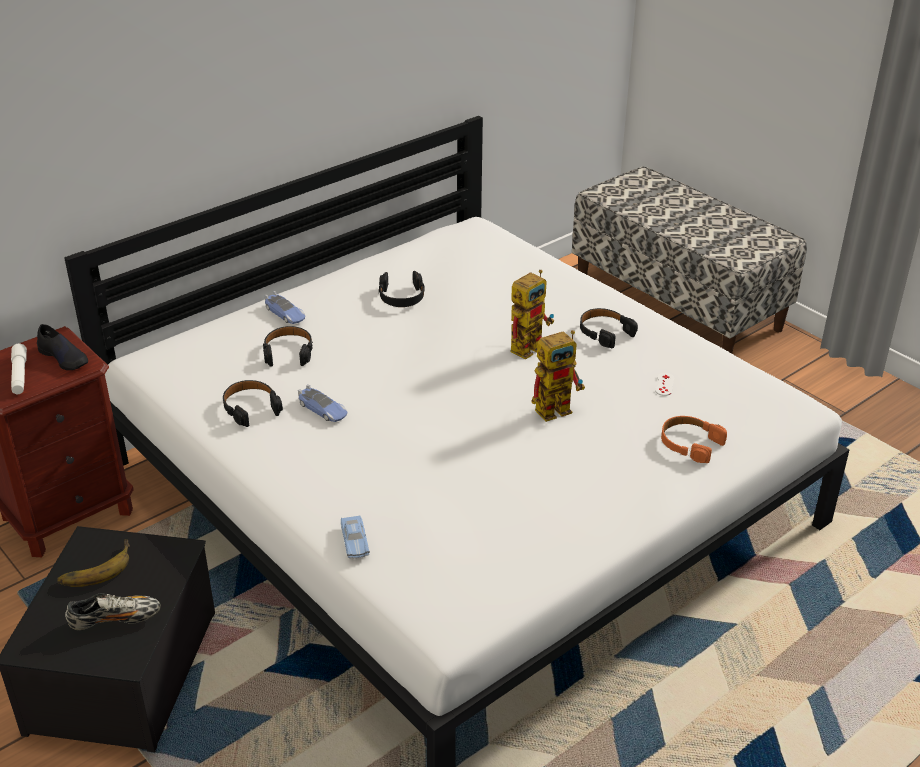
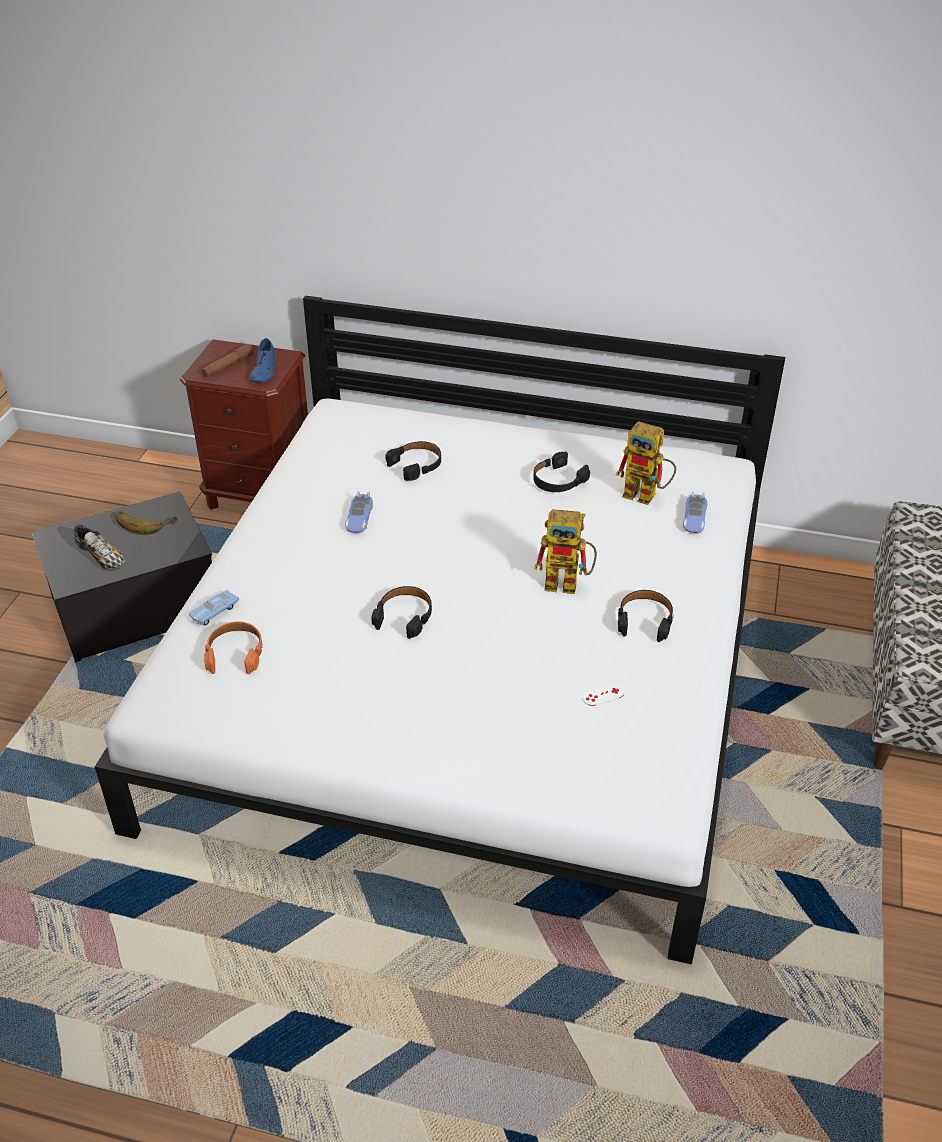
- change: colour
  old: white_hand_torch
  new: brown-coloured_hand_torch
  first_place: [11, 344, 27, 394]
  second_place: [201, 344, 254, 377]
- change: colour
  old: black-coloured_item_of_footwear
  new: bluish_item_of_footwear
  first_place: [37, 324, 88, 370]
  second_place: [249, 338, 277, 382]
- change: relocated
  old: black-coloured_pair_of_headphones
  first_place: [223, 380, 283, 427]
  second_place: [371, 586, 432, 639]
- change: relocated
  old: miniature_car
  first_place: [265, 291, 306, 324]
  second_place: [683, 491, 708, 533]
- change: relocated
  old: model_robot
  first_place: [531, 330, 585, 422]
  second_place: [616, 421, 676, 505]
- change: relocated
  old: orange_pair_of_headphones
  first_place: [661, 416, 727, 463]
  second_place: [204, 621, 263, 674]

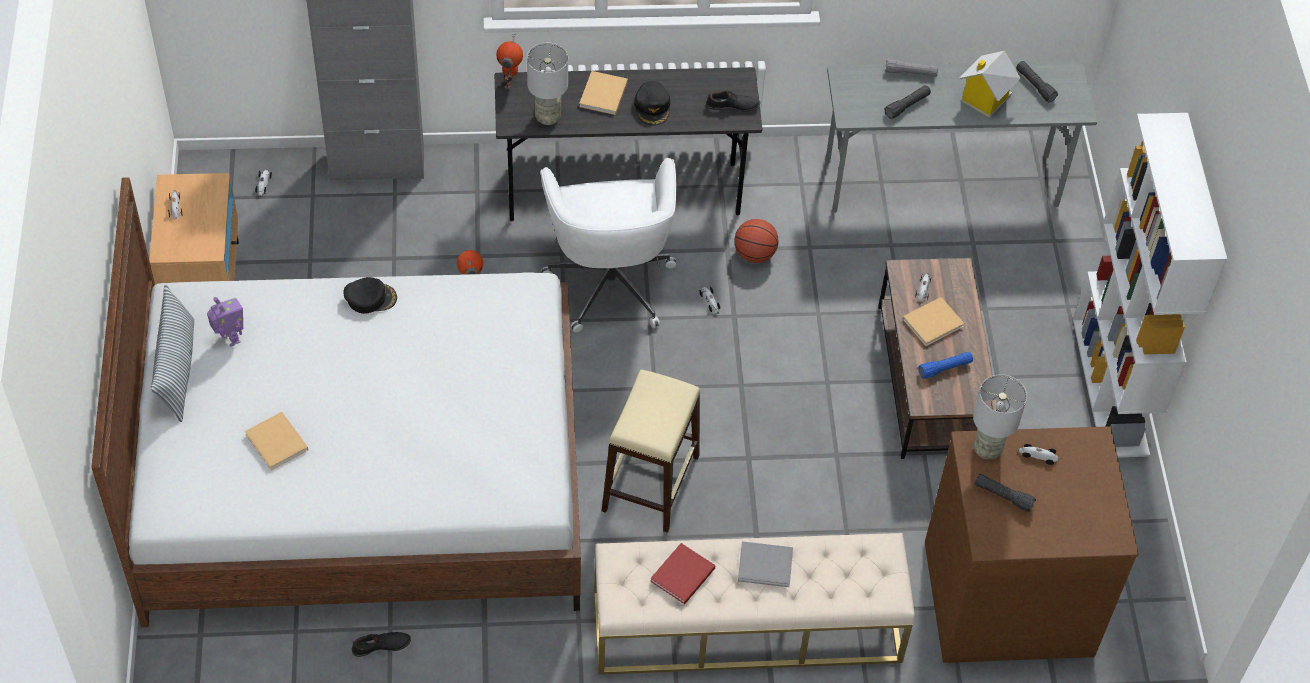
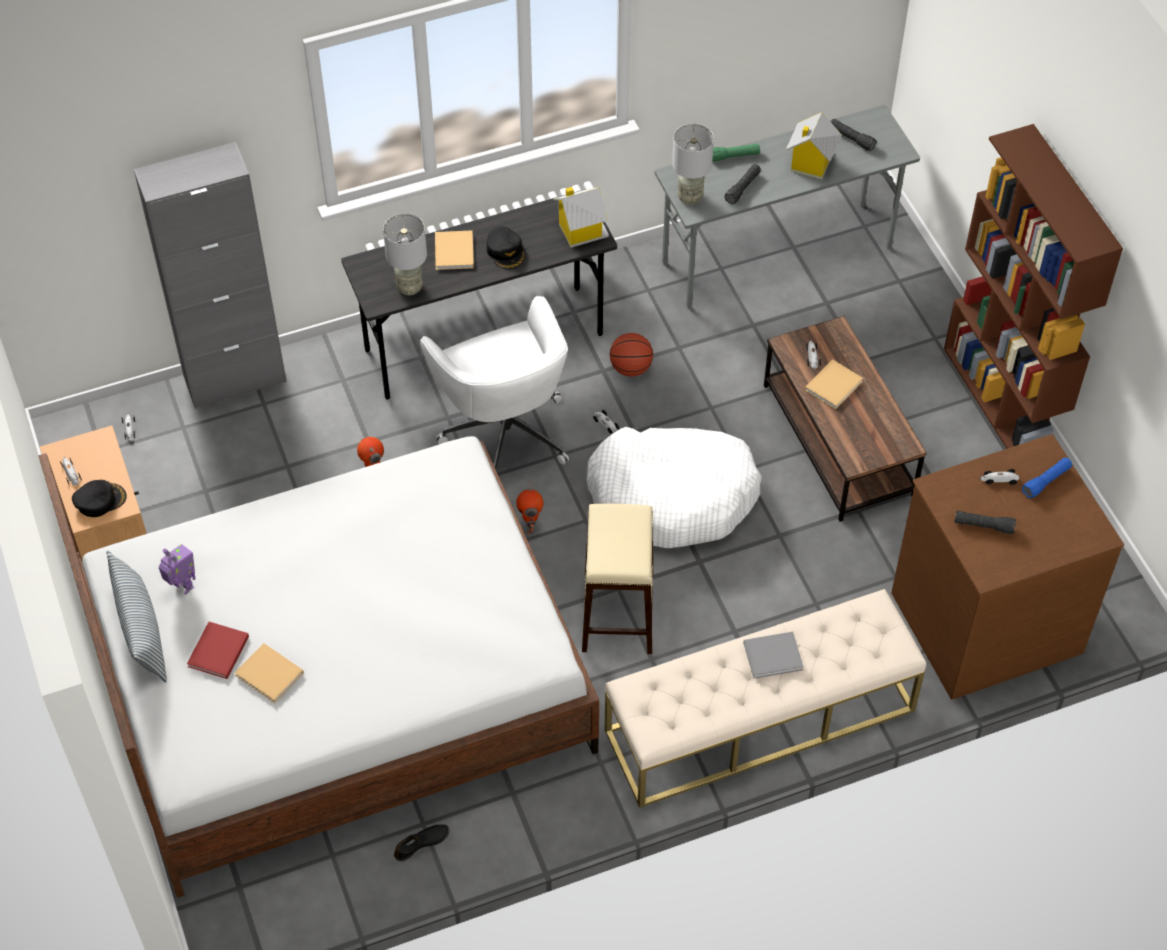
- change: relocated
  old: black-coloured_peaked_cap
  first_place: [344, 277, 397, 314]
  second_place: [72, 480, 127, 517]
- change: relocated
  old: model_robot
  first_place: [496, 33, 523, 89]
  second_place: [516, 481, 544, 535]
- change: relocated
  old: red-coloured_book
  first_place: [650, 543, 716, 604]
  second_place: [187, 622, 249, 679]
- change: exchanged
  old: black-coloured_item_of_footwear
  new: miniature_house
  first_place: [706, 91, 760, 112]
  second_place: [553, 187, 609, 248]
- change: colour
  old: greyish_hand_torch
  new: green_hand_torch
  first_place: [885, 58, 938, 77]
  second_place: [712, 143, 760, 162]
- change: relocated
  old: bluish_hand_torch
  first_place: [918, 352, 973, 379]
  second_place: [1022, 458, 1072, 498]
- change: relocated
  old: greyish_table_lamp
  first_place: [973, 374, 1027, 459]
  second_place: [672, 123, 714, 205]
- change: colour
  old: white_bookshelf
  new: brown-coloured_bookshelf
  first_place: [1073, 113, 1227, 458]
  second_place: [944, 124, 1123, 449]
- change: appeared
  new: white_dog_bed
  second_place: [586, 427, 762, 548]

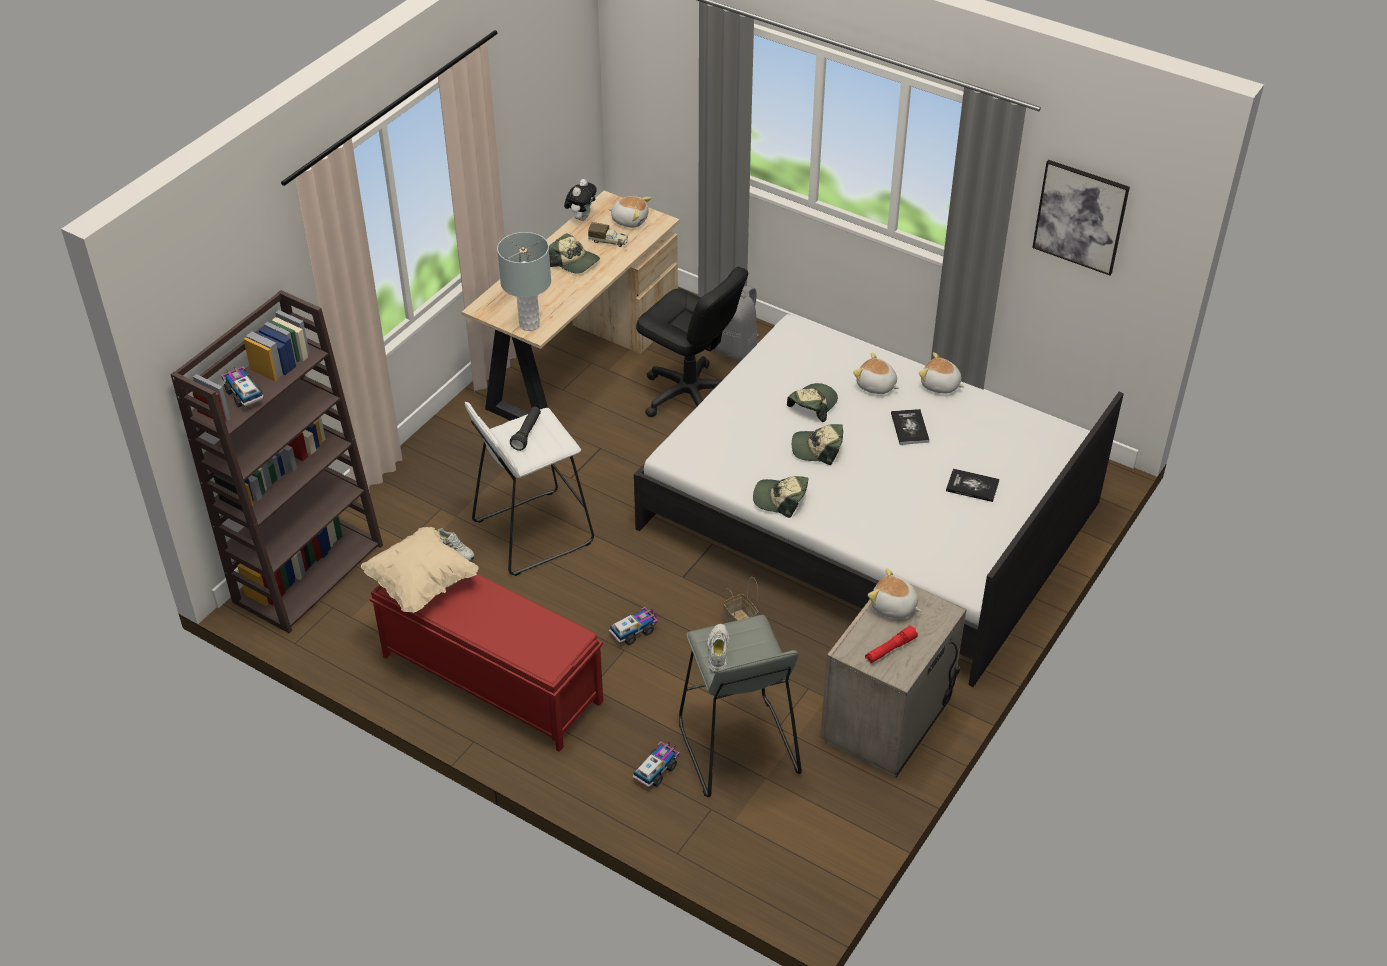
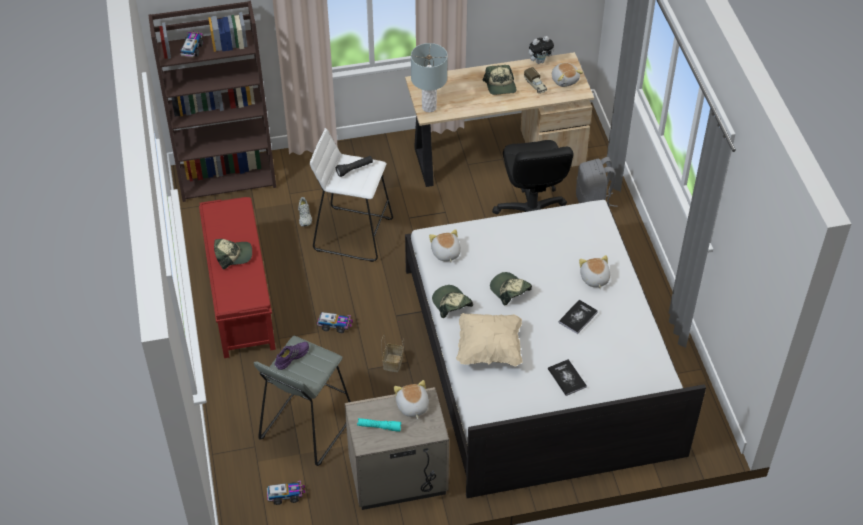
- change: relocated
  old: beige-coloured_pillow
  first_place: [361, 527, 479, 613]
  second_place: [456, 313, 522, 366]
- change: relocated
  old: toy_lorry
  first_place: [633, 741, 679, 788]
  second_place: [267, 481, 305, 505]
- change: colour
  old: white_item_of_footwear
  new: purple_item_of_footwear
  first_place: [707, 624, 729, 673]
  second_place: [274, 342, 309, 370]
- change: relocated
  old: peaked_cap
  first_place: [787, 383, 838, 422]
  second_place: [214, 239, 252, 270]
- change: colour
  old: red-coloured_hand_torch
  new: turquoise-coloured_hand_torch
  first_place: [865, 626, 918, 663]
  second_place: [357, 418, 401, 432]
- change: relocated
  old: plush_toy
  first_place: [919, 352, 965, 393]
  second_place: [429, 229, 461, 263]
- change: missing
  old: wall_picture
  first_place: [1032, 160, 1130, 276]

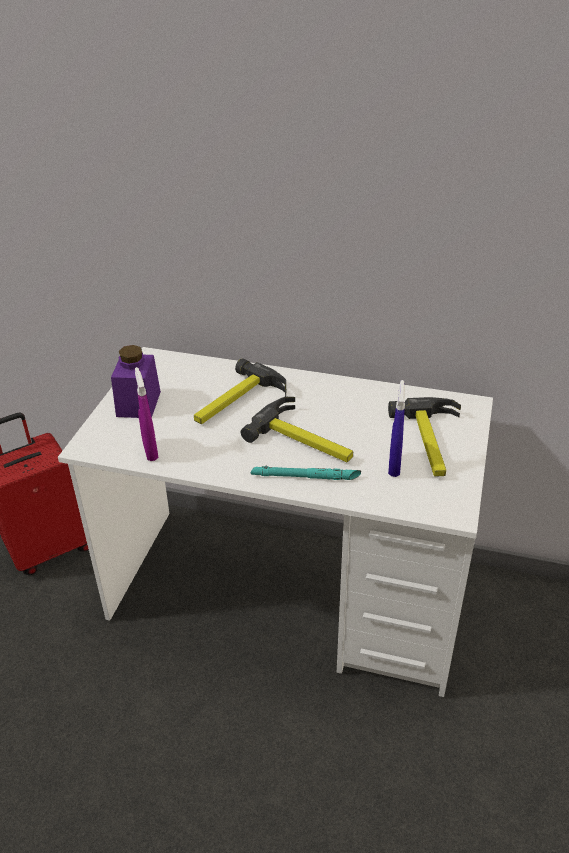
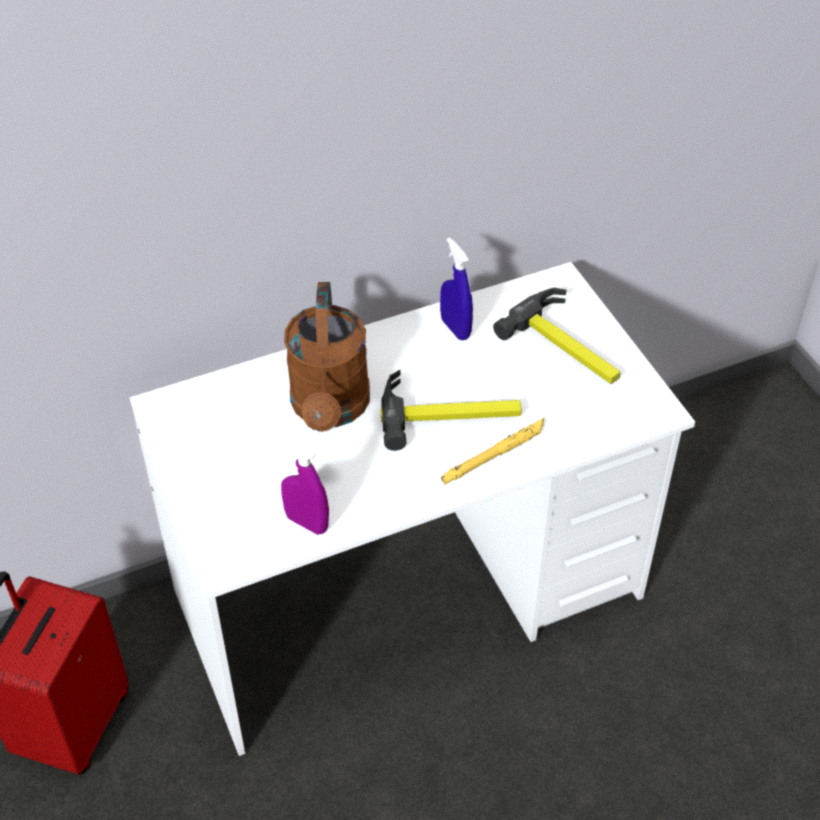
- change: missing
  old: purple_storage_jar
  first_place: [111, 345, 161, 418]
- change: exchanged
  old: hammer
  new: brown-coloured_watering_pot
  first_place: [194, 358, 286, 424]
  second_place: [284, 282, 370, 432]
- change: colour
  old: turquoise-coloured_hand_torch
  new: yellowish_hand_torch
  first_place: [251, 466, 361, 480]
  second_place: [441, 418, 544, 485]
- change: relocated
  old: bluish_spray_bottle
  first_place: [388, 380, 405, 477]
  second_place: [440, 237, 473, 340]

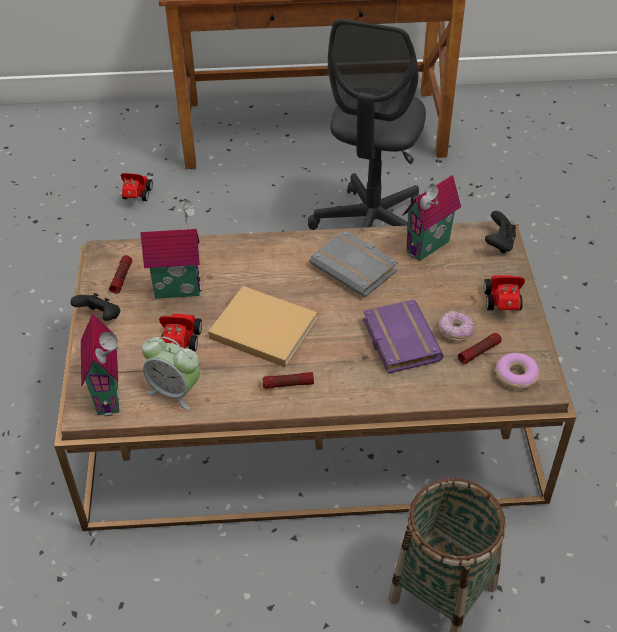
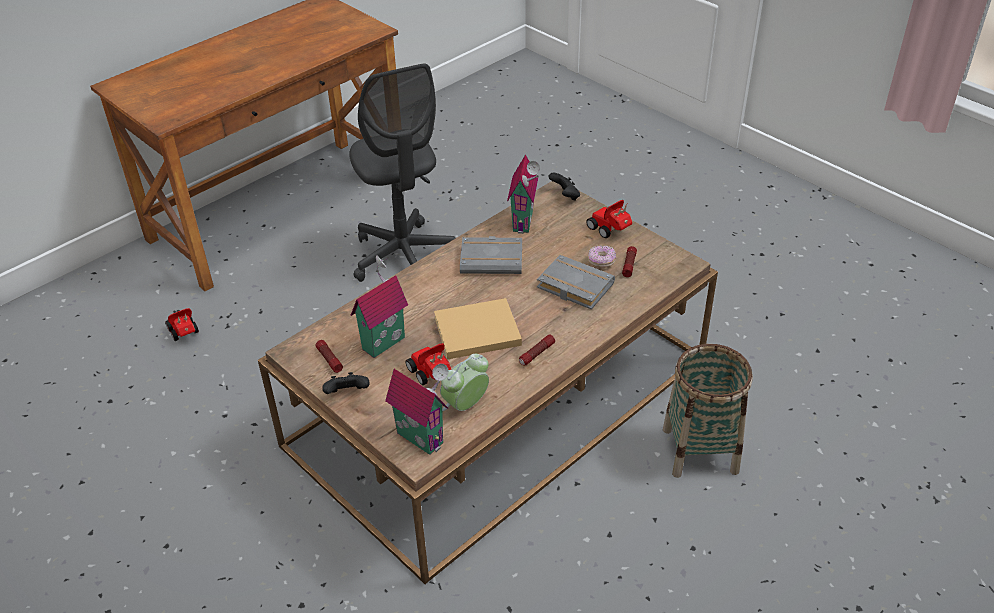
- change: spun
  old: table_clock
  first_place: [142, 337, 200, 410]
  second_place: [440, 354, 489, 412]
  degrees: 150
- change: colour
  old: purple_book
  new: greyish_book
  first_place: [363, 300, 444, 374]
  second_place: [537, 255, 615, 310]
- change: missing
  old: doughnut
  first_place: [495, 353, 540, 390]

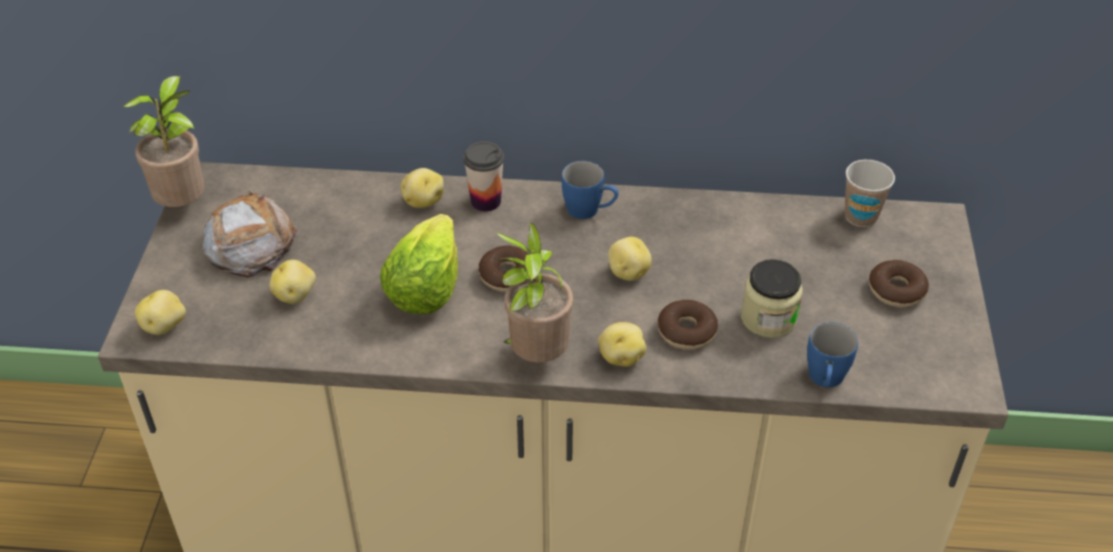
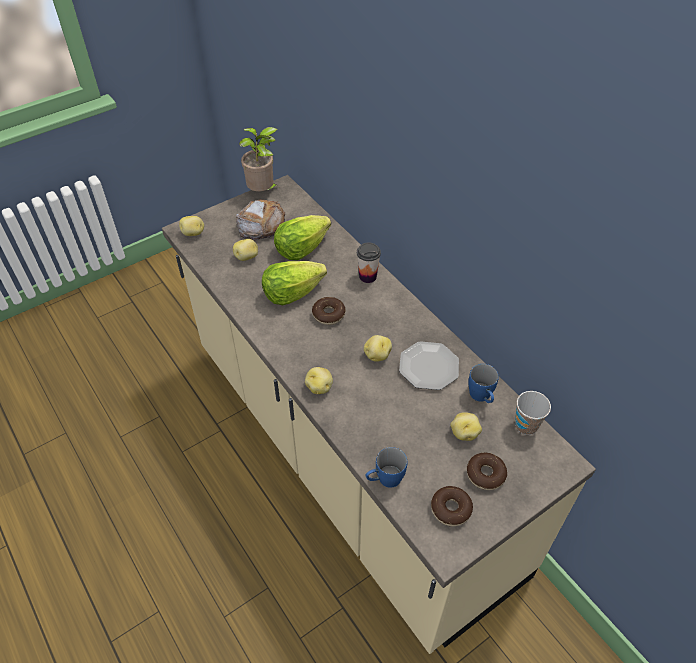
- change: relocated
  old: whole_potato
  first_place: [401, 168, 444, 208]
  second_place: [450, 412, 482, 441]
- change: missing
  old: potted_plant
  first_place: [496, 222, 573, 362]
- change: relocated
  old: bluish_tea_mug
  first_place: [562, 161, 619, 219]
  second_place: [468, 364, 499, 403]
- change: relocated
  old: doughnut
  first_place: [658, 300, 718, 350]
  second_place: [431, 486, 473, 526]
- change: missing
  old: storage_jar
  first_place: [741, 259, 803, 338]
- change: appeared
  new: head_of_lettuce
  second_place: [274, 215, 331, 260]
- change: appeared
  new: plate
  second_place: [399, 341, 459, 390]

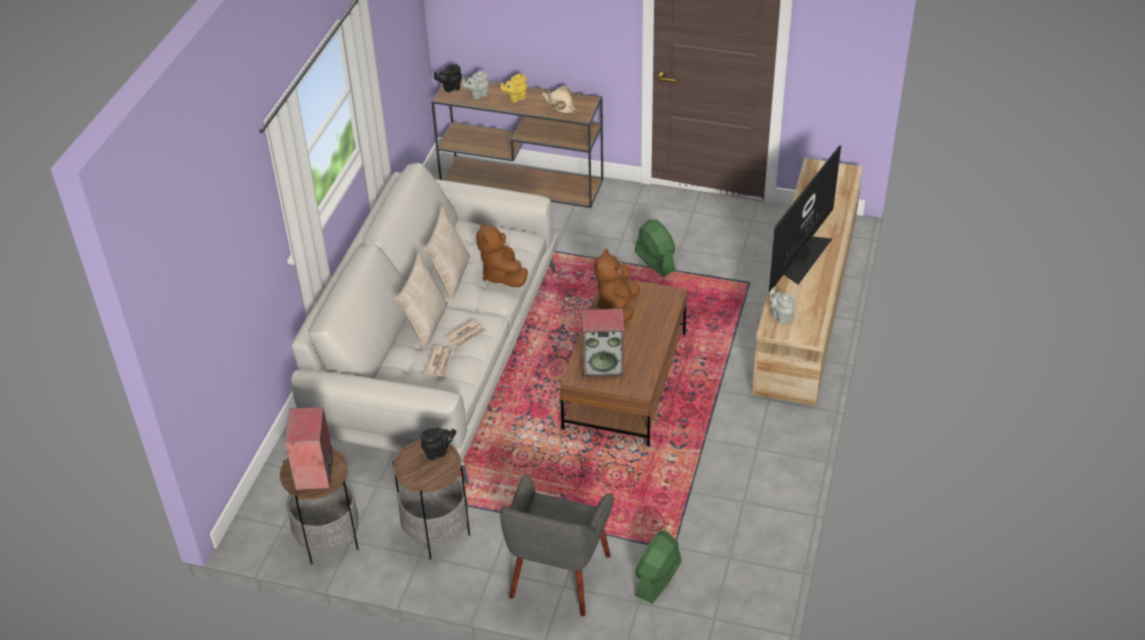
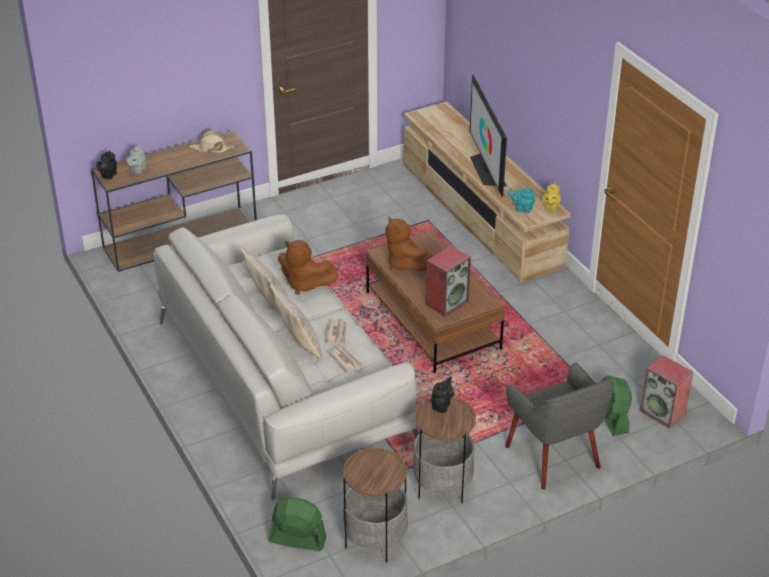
- change: relocated
  old: audio_speaker
  first_place: [285, 407, 333, 490]
  second_place: [640, 355, 693, 428]
- change: relocated
  old: yellowish_pot_for_tea
  first_place: [501, 73, 527, 103]
  second_place: [542, 183, 561, 212]
- change: relocated
  old: green_fan
  first_place: [635, 220, 676, 277]
  second_place: [268, 497, 326, 551]
- change: colour
  old: greyish_pot_for_tea
  new: turquoise-coloured_pot_for_tea
  first_place: [770, 287, 794, 323]
  second_place: [508, 188, 535, 213]

